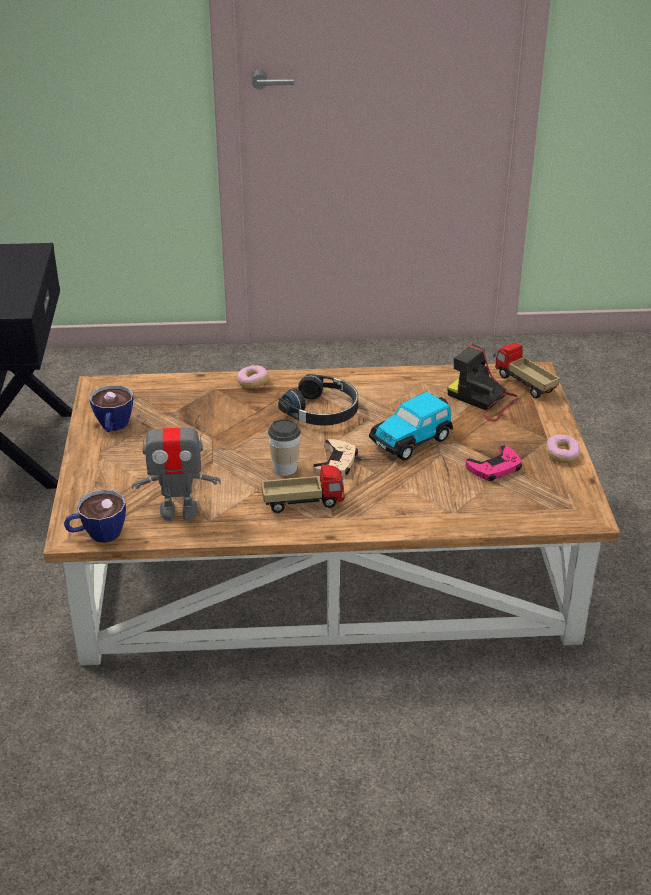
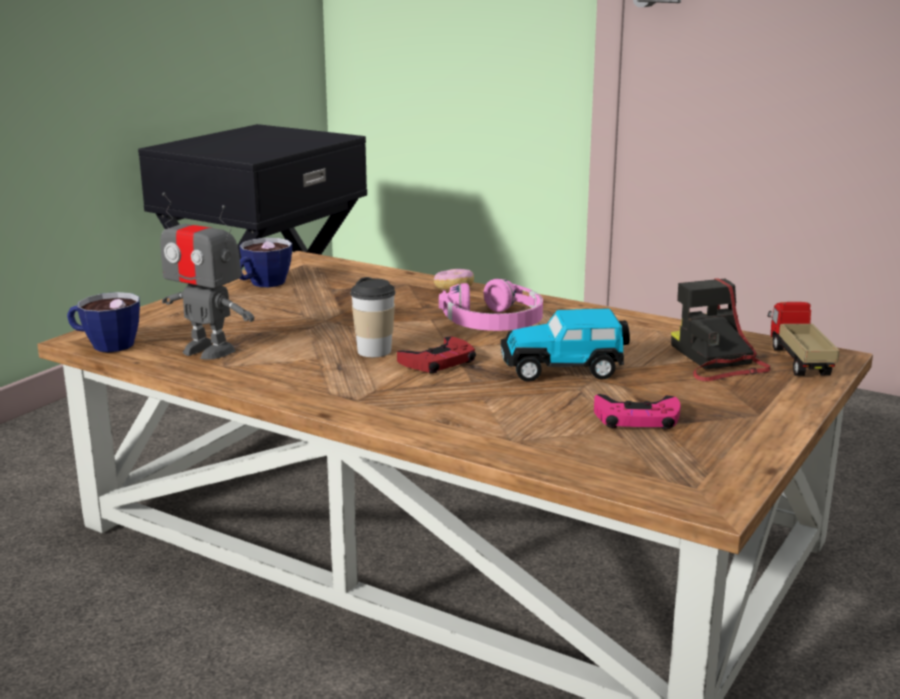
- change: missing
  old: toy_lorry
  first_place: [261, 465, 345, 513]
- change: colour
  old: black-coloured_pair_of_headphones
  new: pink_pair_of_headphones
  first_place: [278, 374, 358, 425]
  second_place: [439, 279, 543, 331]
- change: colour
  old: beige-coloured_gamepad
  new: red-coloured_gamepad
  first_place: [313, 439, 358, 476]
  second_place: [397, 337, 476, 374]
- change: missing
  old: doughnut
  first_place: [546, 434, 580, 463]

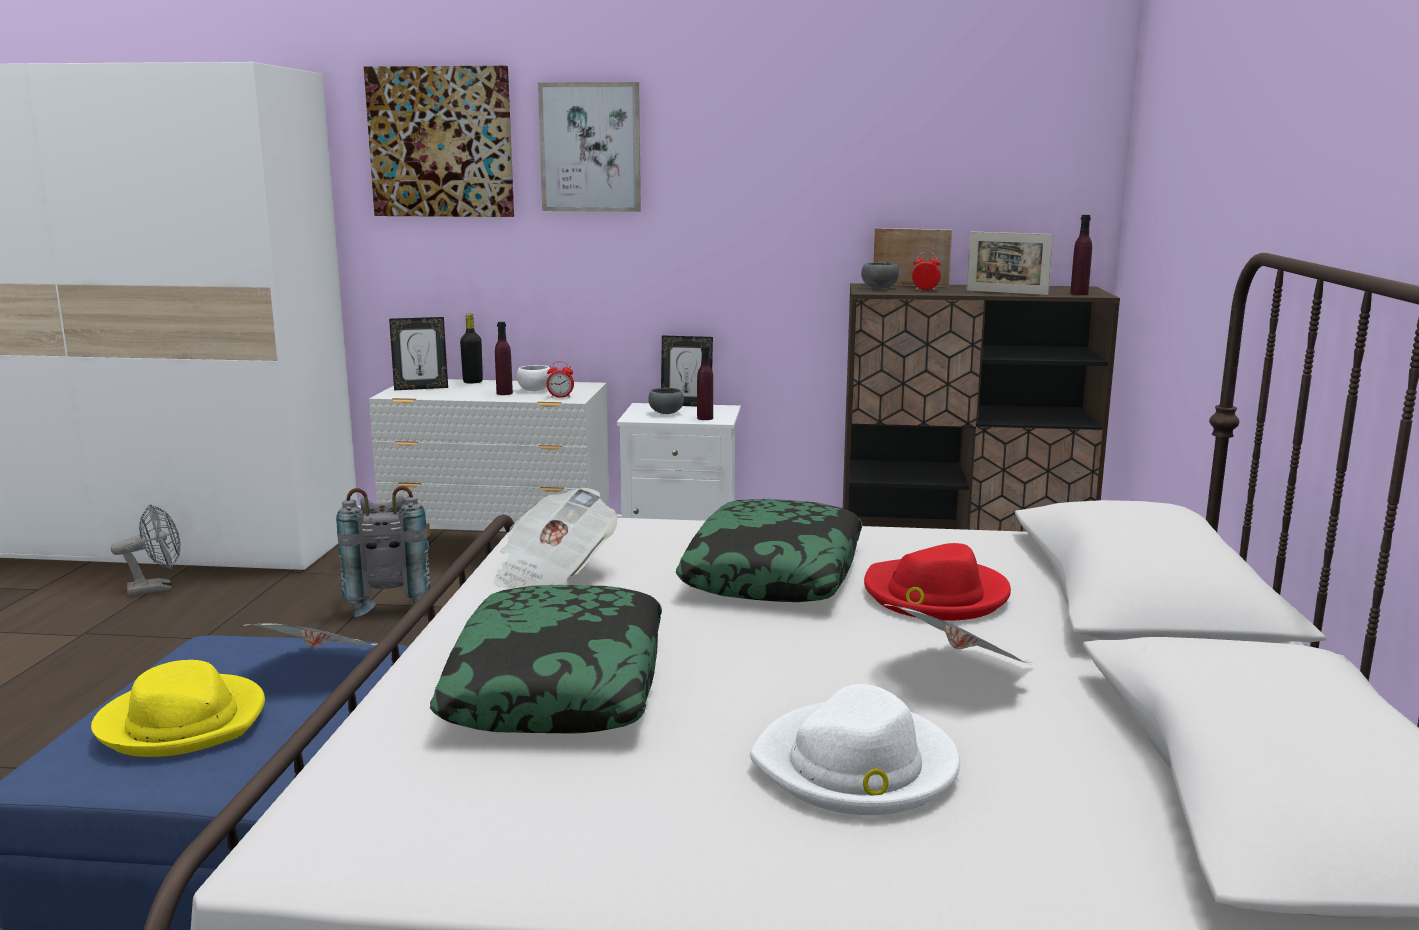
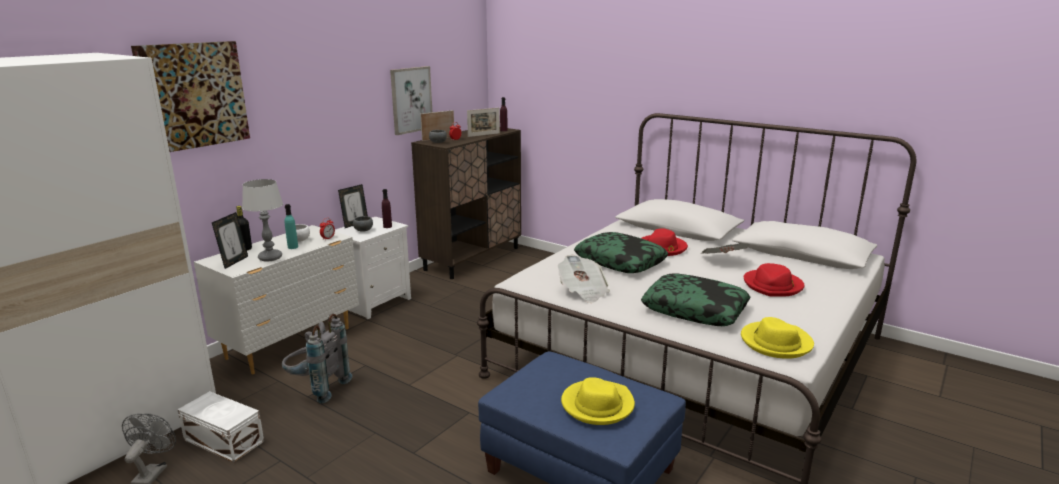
- change: missing
  old: printed_paper
  first_place: [243, 623, 377, 648]
- change: colour
  old: purple_bottle
  new: turquoise-coloured_bottle
  first_place: [495, 322, 513, 395]
  second_place: [285, 204, 298, 249]
- change: relocated
  old: wall_picture
  first_place: [538, 82, 641, 212]
  second_place: [390, 66, 432, 135]
- change: colour
  old: white_wearable_hat
  new: red-coloured_wearable_hat
  first_place: [750, 684, 960, 815]
  second_place: [744, 263, 805, 297]
- change: appeared
  new: white_storage_container
  second_place: [177, 391, 264, 463]
- change: appeared
  new: table_lamp
  second_place: [242, 179, 283, 261]
- change: appeared
  new: yellowish_wearable_hat
  second_place: [741, 317, 814, 359]

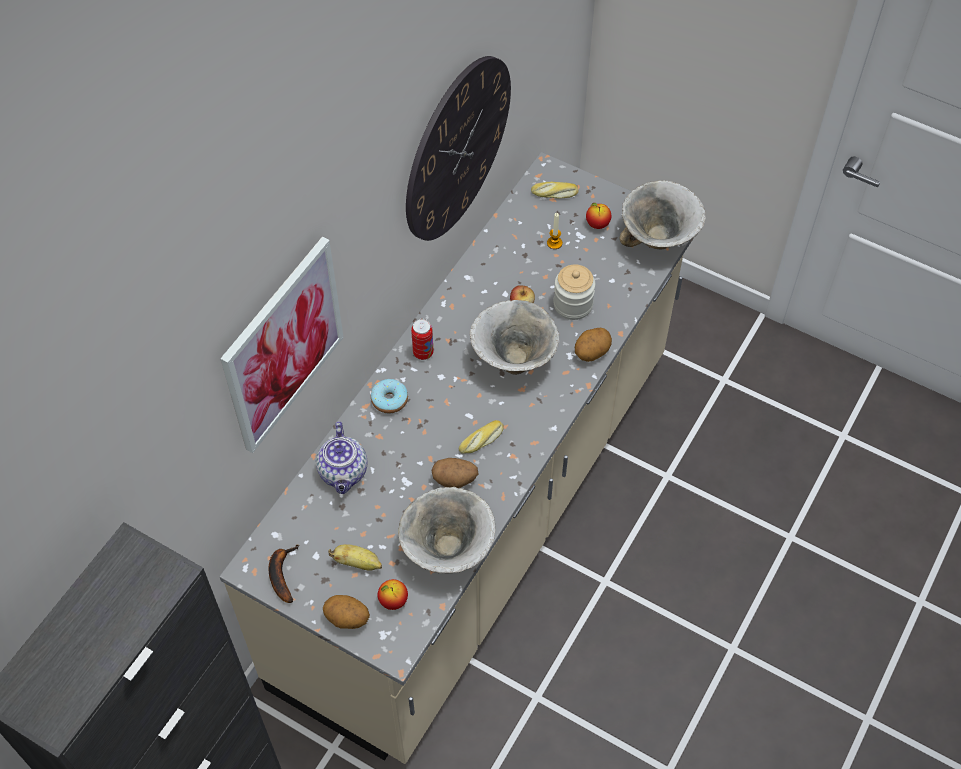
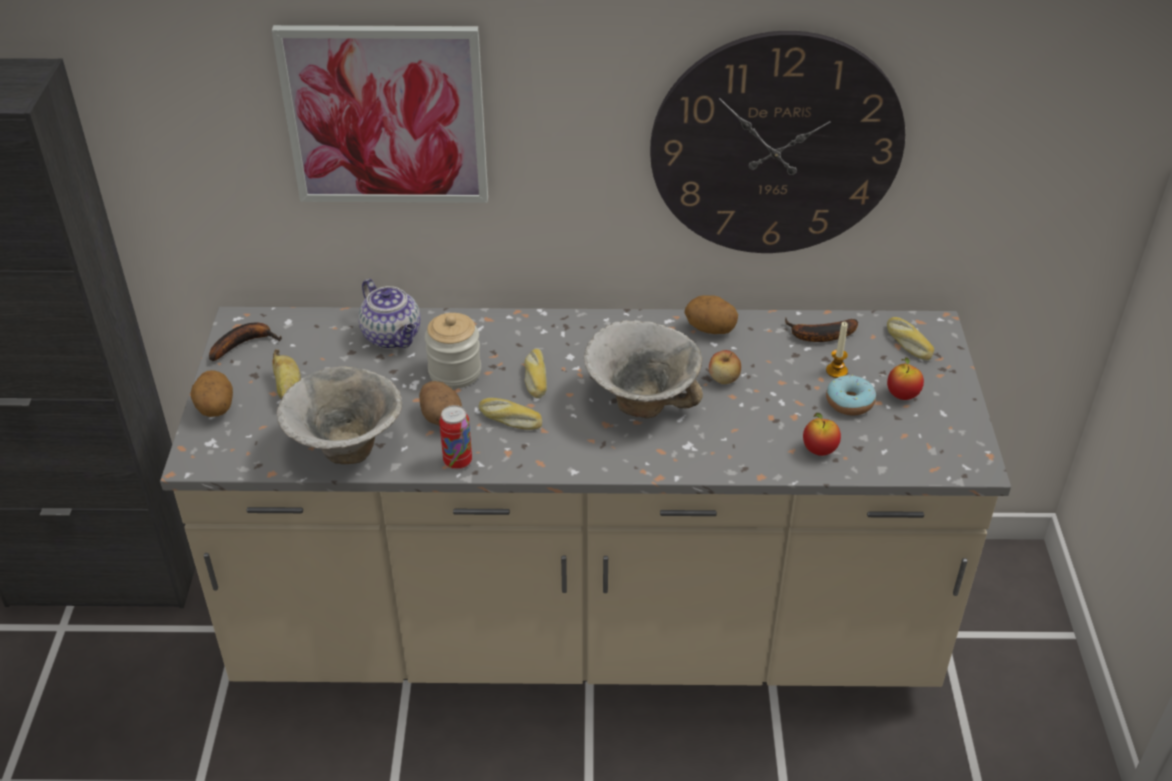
- change: spun
  old: pot_for_tea
  first_place: [316, 421, 368, 494]
  second_place: [358, 279, 421, 349]
  degrees: -90
- change: relocated
  old: doughnut
  first_place: [371, 379, 408, 413]
  second_place: [826, 375, 876, 416]
- change: relocated
  old: whole_apple
  first_place: [378, 579, 408, 610]
  second_place: [803, 413, 841, 456]
- change: relocated
  old: metal_can
  first_place: [411, 319, 433, 360]
  second_place: [439, 405, 472, 470]
- change: relocated
  old: storage_jar
  first_place: [553, 264, 595, 320]
  second_place: [425, 313, 481, 389]
- change: relocated
  old: whole_potato
  first_place: [575, 328, 612, 362]
  second_place: [684, 295, 738, 334]
- change: missing
  old: deep_dish
  first_place: [619, 180, 706, 249]
- change: appeared
  new: baked_bread
  second_place: [524, 349, 547, 398]
- change: appeared
  new: whole_banana
  second_place: [785, 317, 858, 342]

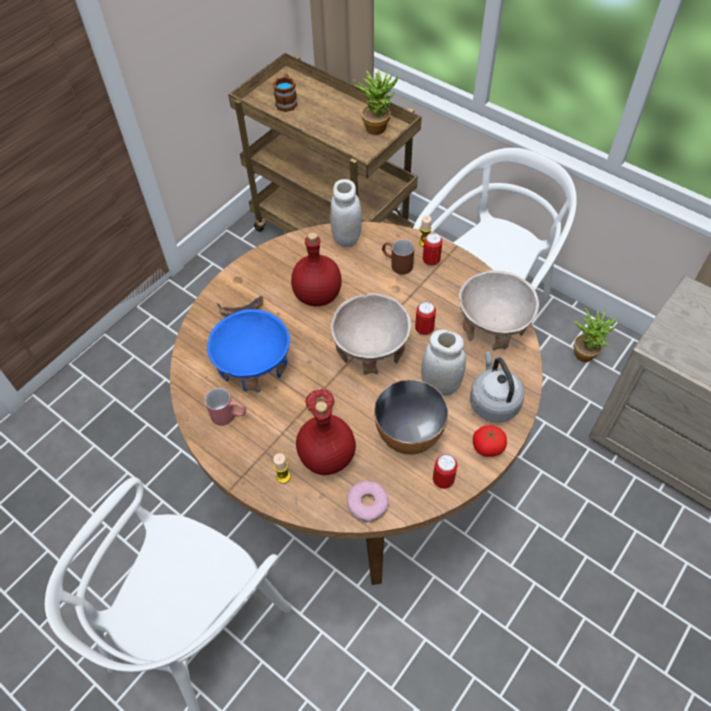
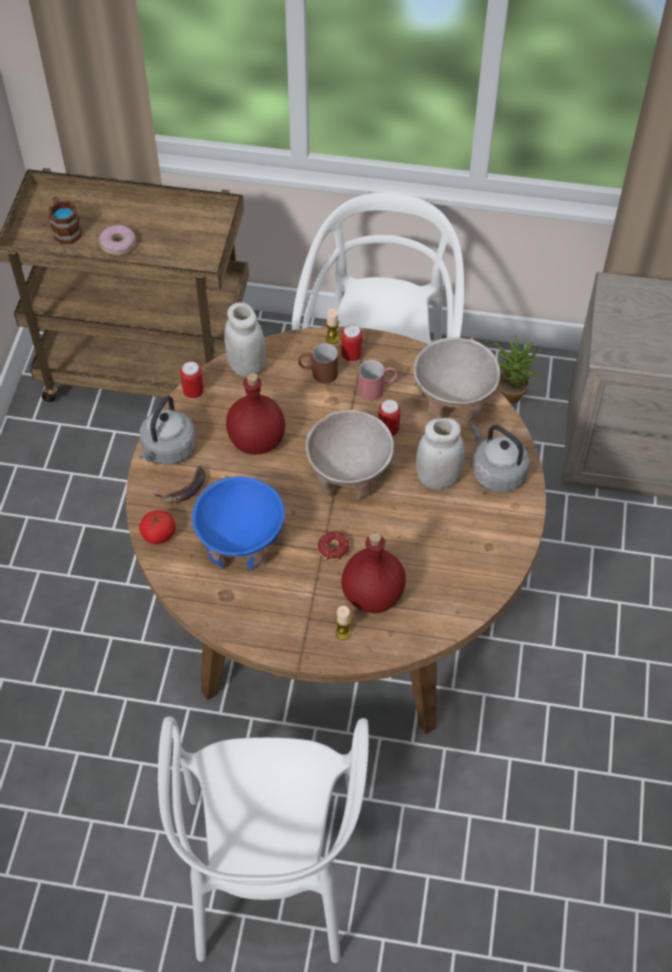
- change: relocated
  old: red-coloured_tea_mug
  first_place: [205, 388, 246, 426]
  second_place: [358, 360, 398, 400]
- change: relocated
  old: doughnut
  first_place: [347, 481, 388, 522]
  second_place: [99, 224, 136, 255]
- change: missing
  old: potted_plant
  first_place: [354, 69, 399, 135]
- change: missing
  old: deep_dish
  first_place: [374, 379, 448, 455]
- change: relocated
  old: metal_can
  first_place: [433, 455, 458, 489]
  second_place: [180, 361, 204, 399]
- change: relocated
  old: whole_tomato
  first_place: [473, 425, 507, 457]
  second_place: [139, 510, 176, 544]
- change: appeared
  new: greyish_tea_kettle
  second_place: [140, 396, 196, 465]

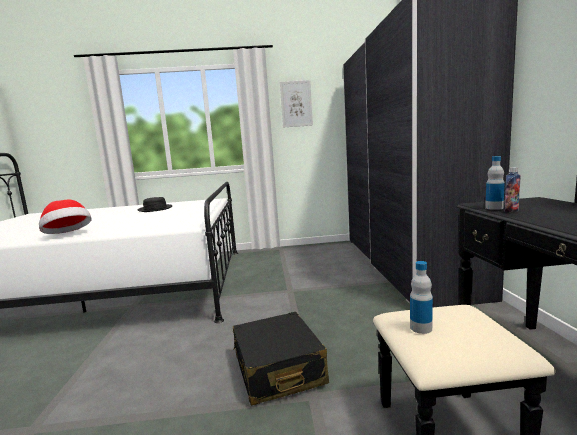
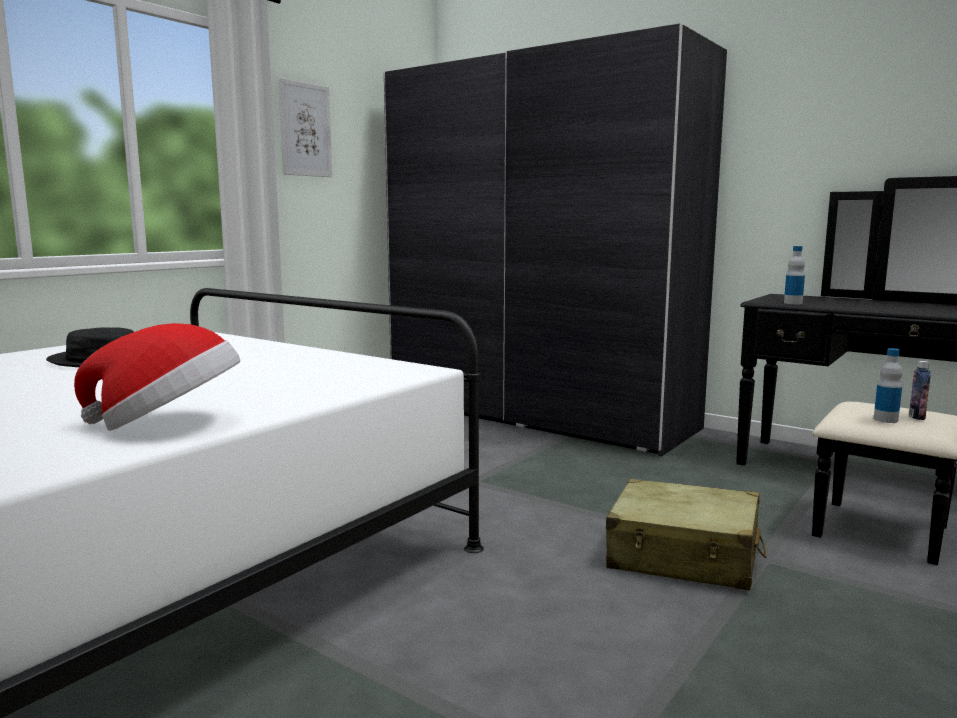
- change: colour
  old: black-coloured_suitcase
  new: beige-coloured_suitcase
  first_place: [233, 312, 329, 406]
  second_place: [606, 479, 767, 591]
- change: relocated
  old: bottle
  first_place: [504, 167, 521, 212]
  second_place: [909, 361, 931, 420]

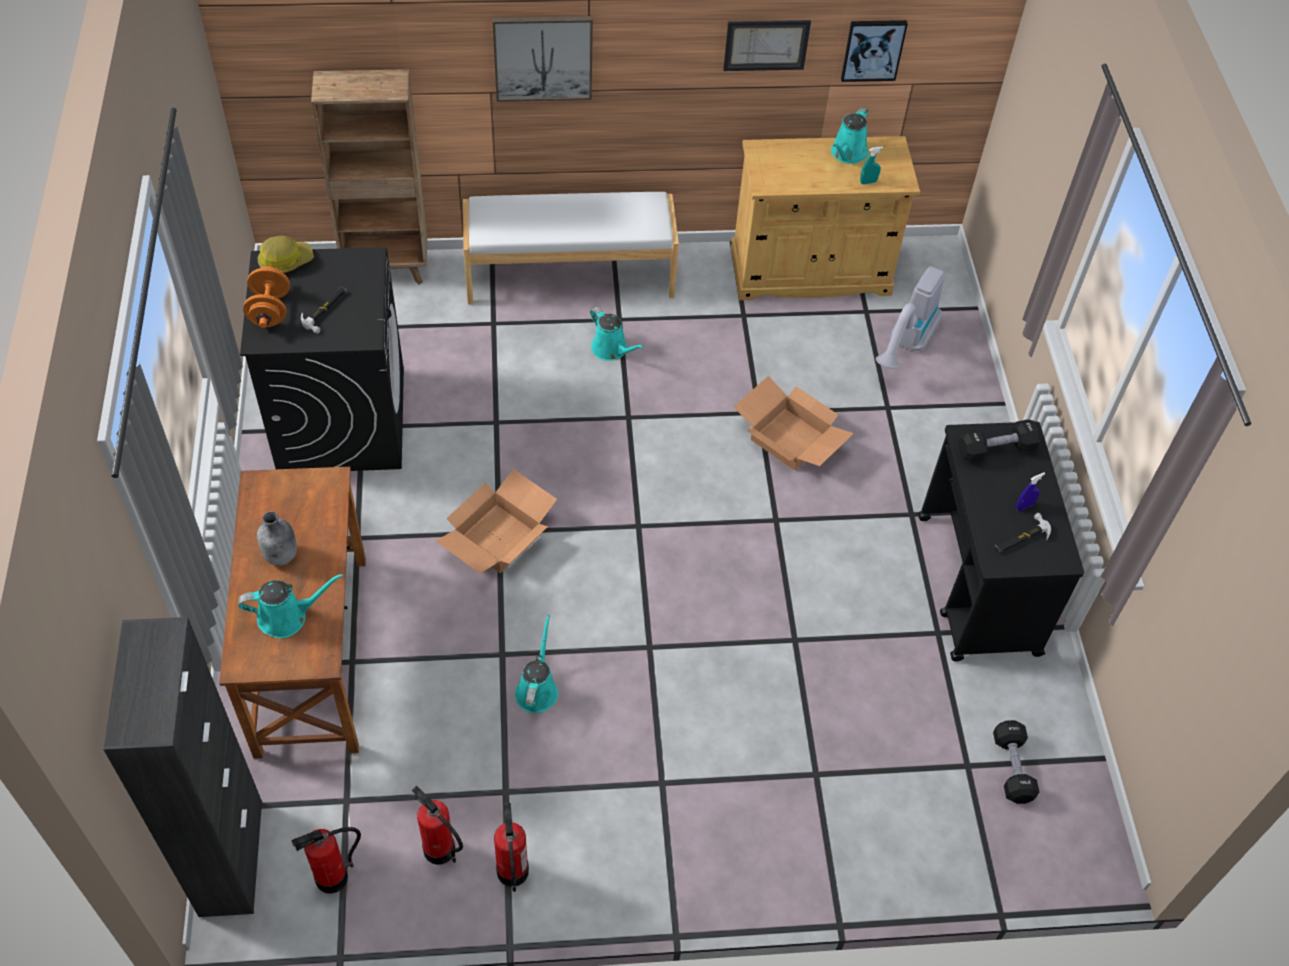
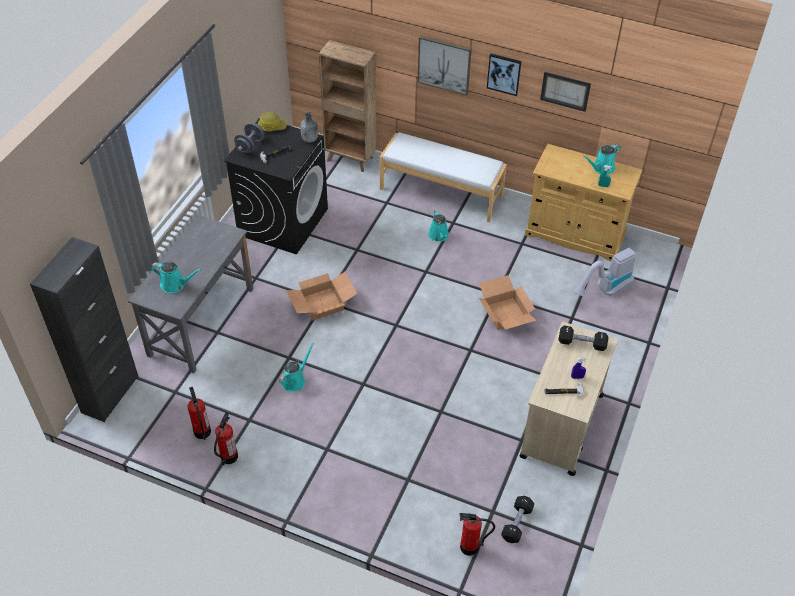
- change: colour
  old: brown-coloured_desk_unit
  new: greyish_desk_unit
  first_place: [219, 467, 366, 759]
  second_place: [128, 215, 253, 373]
- change: colour
  old: orange_hand_weight
  new: greyish_hand_weight
  first_place: [243, 266, 290, 328]
  second_place: [234, 123, 264, 153]
- change: relocated
  old: greyish_bottle
  first_place: [257, 511, 297, 566]
  second_place: [300, 112, 318, 143]
- change: relocated
  old: fire_extinguisher
  first_place: [291, 827, 361, 893]
  second_place: [460, 513, 495, 556]
- change: relocated
  old: wall_picture
  first_place: [841, 20, 908, 82]
  second_place: [487, 54, 522, 96]
- change: colour
  old: black-coloured_wheeled_cart
  new: beige-coloured_wheeled_cart
  first_place: [918, 422, 1084, 662]
  second_place: [520, 322, 618, 476]

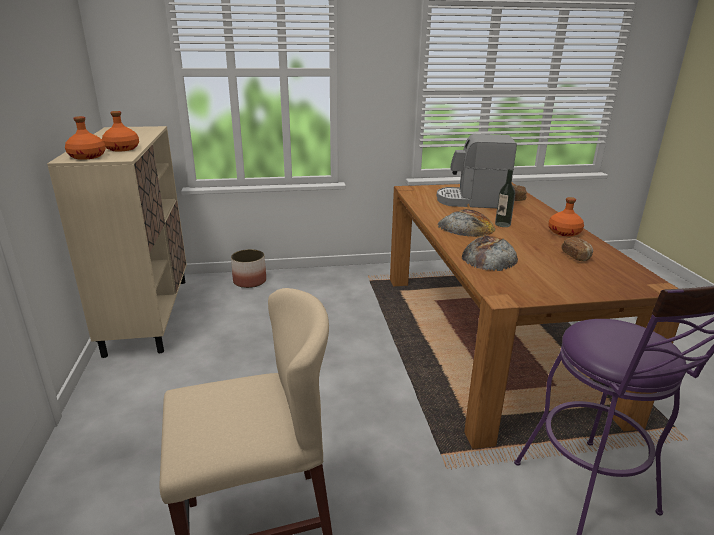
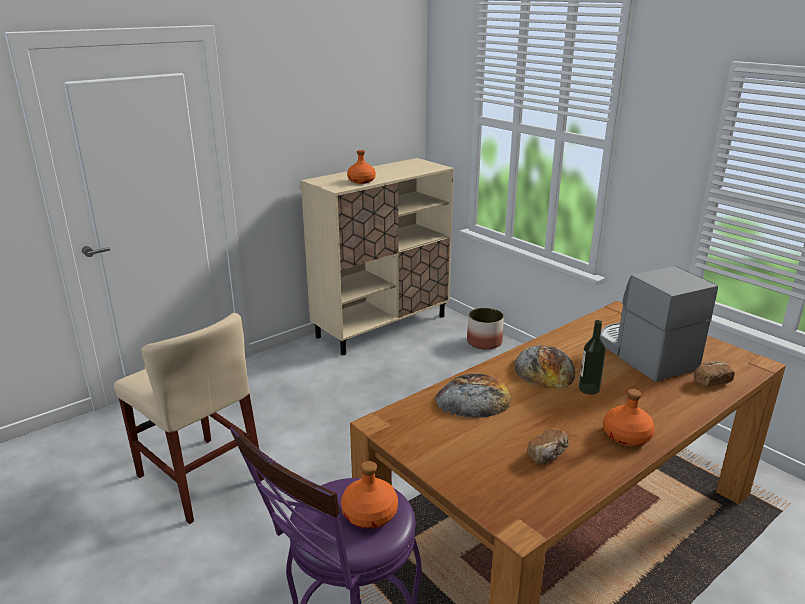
- change: relocated
  old: orange_bottle
  first_place: [65, 116, 106, 160]
  second_place: [341, 461, 398, 529]

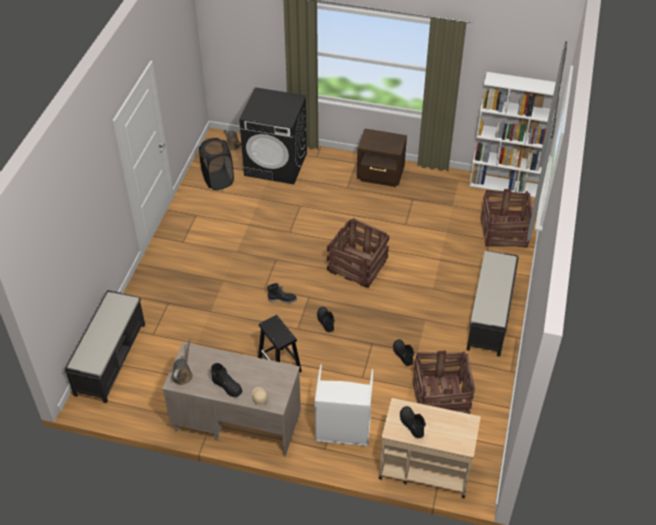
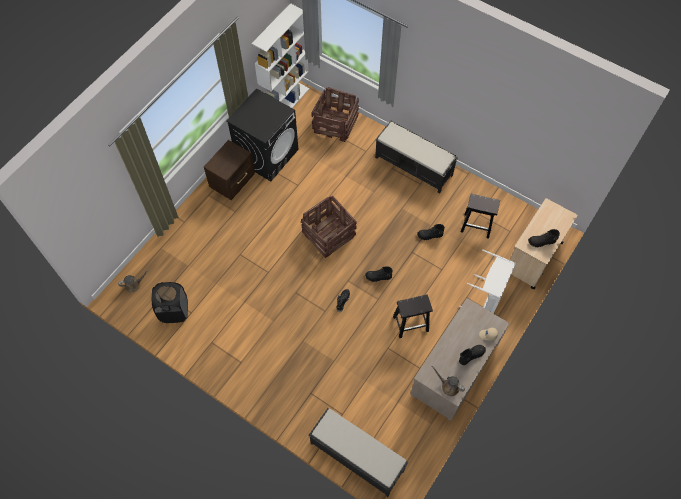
- change: relocated
  old: black-coloured_laundry_appliance
  first_place: [239, 87, 307, 184]
  second_place: [226, 88, 299, 181]
- change: exchanged
  old: shipping_crate
  new: black-coloured_stool_seat
  first_place: [413, 350, 475, 414]
  second_place: [461, 194, 500, 239]

